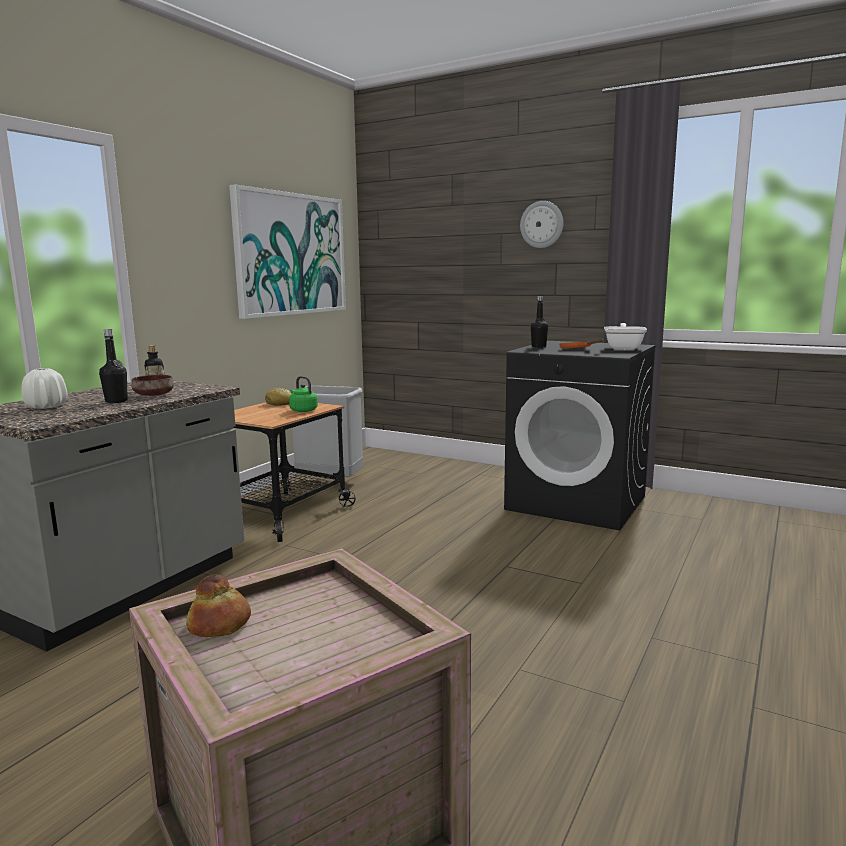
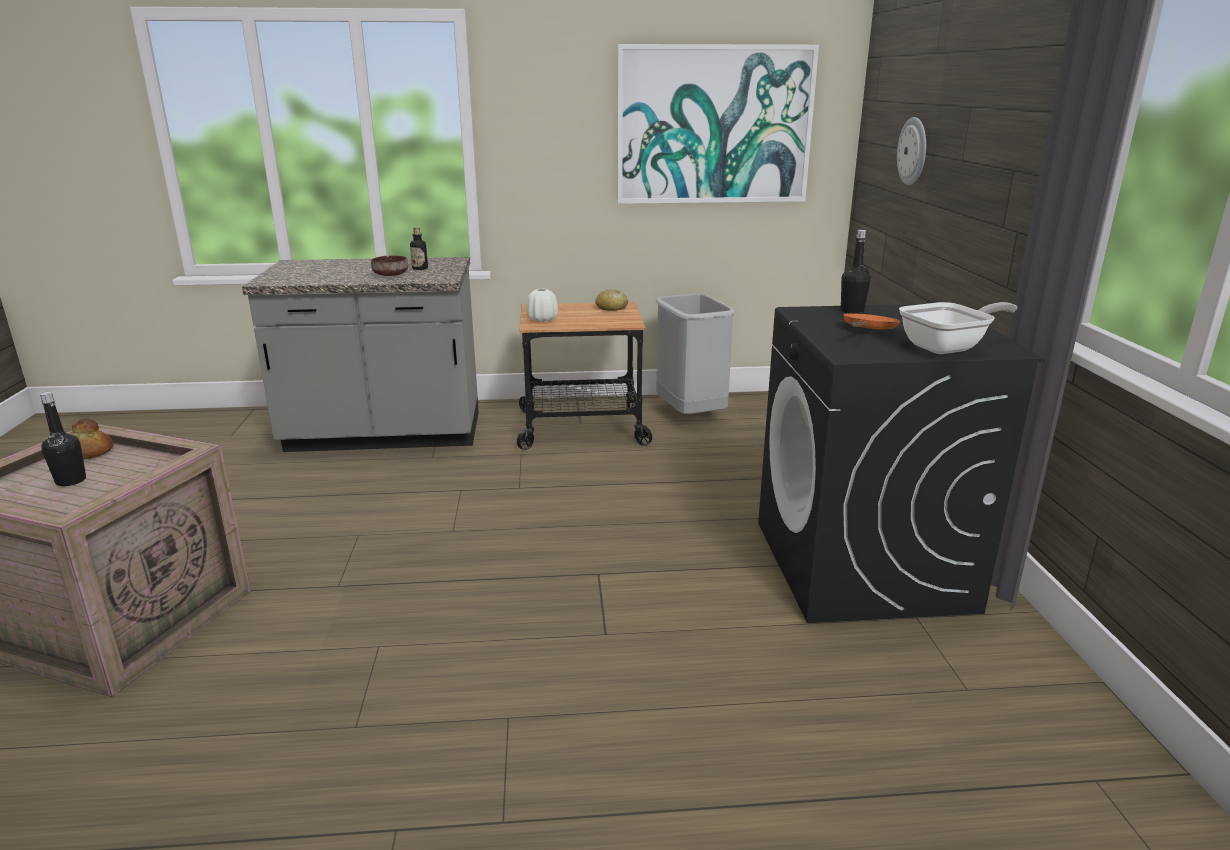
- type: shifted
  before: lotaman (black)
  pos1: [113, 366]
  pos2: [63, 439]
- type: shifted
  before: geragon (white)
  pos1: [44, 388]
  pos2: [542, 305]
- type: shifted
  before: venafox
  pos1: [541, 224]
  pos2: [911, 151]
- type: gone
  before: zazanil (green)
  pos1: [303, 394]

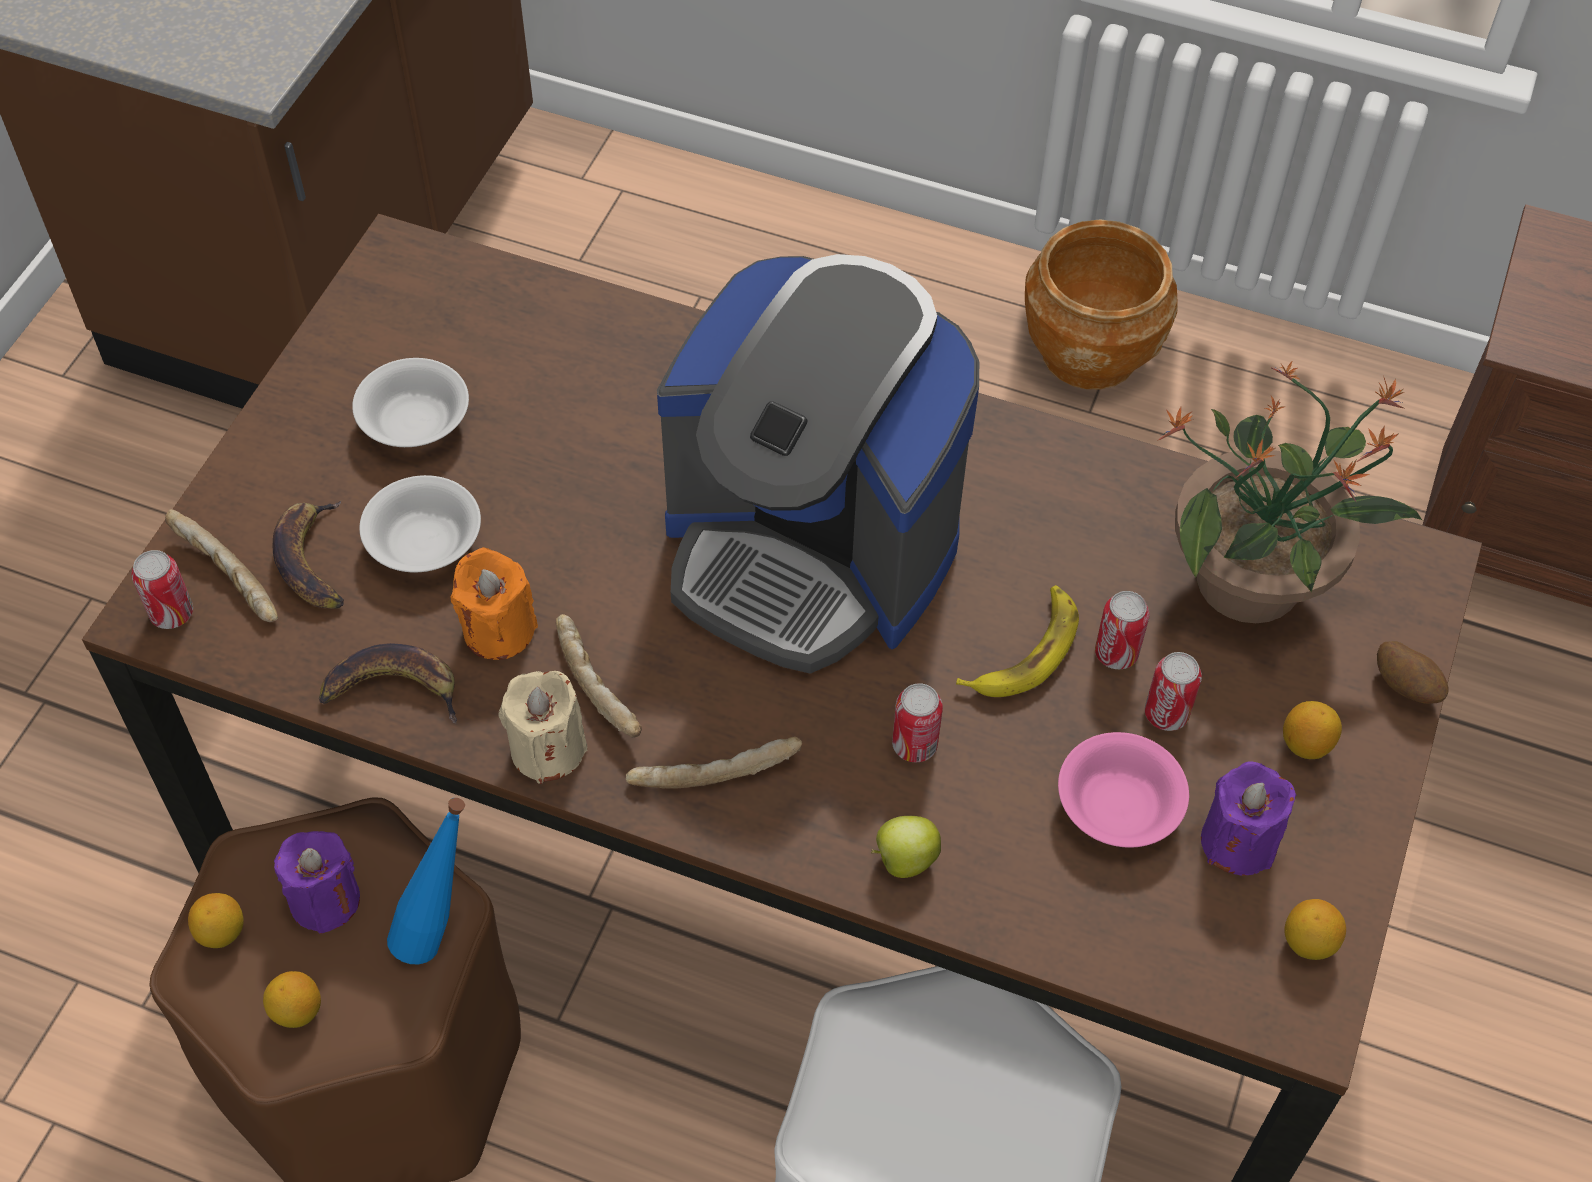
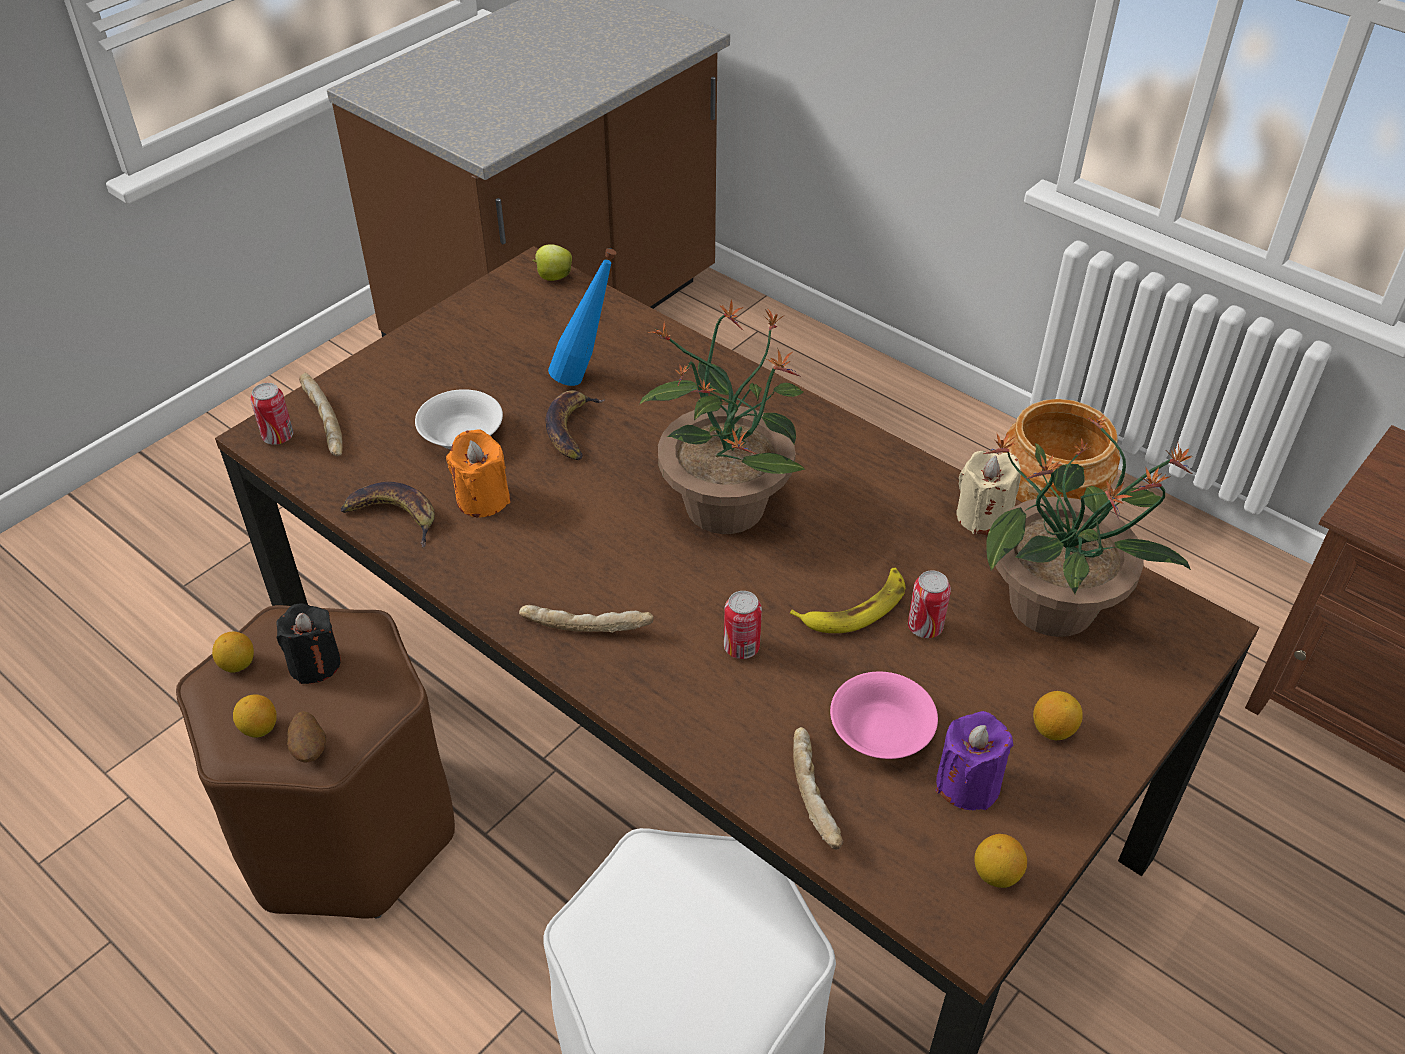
- type: repainted
  before: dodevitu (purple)
  after: dodevitu (black)
  pos1: [317, 882]
  pos2: [309, 643]
- type: shifted
  before: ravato
  pos1: [1412, 672]
  pos2: [306, 736]
- type: shifted
  before: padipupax
  pos1: [906, 847]
  pos2: [552, 262]
- type: shifted
  before: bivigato
  pos1: [308, 555]
  pos2: [575, 425]
- type: shifted
  before: lotaman (blue)
  pos1: [426, 881]
  pos2: [582, 317]
- type: swapped
  before: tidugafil
  after: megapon
  pos1: [818, 464]
  pos2: [722, 416]
- type: shifted
  before: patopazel
  pos1: [599, 675]
  pos2: [818, 788]
- type: shifted
  before: dodevitu (beige)
  pos1: [543, 727]
  pos2: [988, 492]
- type: gone
  before: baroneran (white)
  pos1: [410, 402]
- type: gone
  before: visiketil
  pos1: [1173, 691]

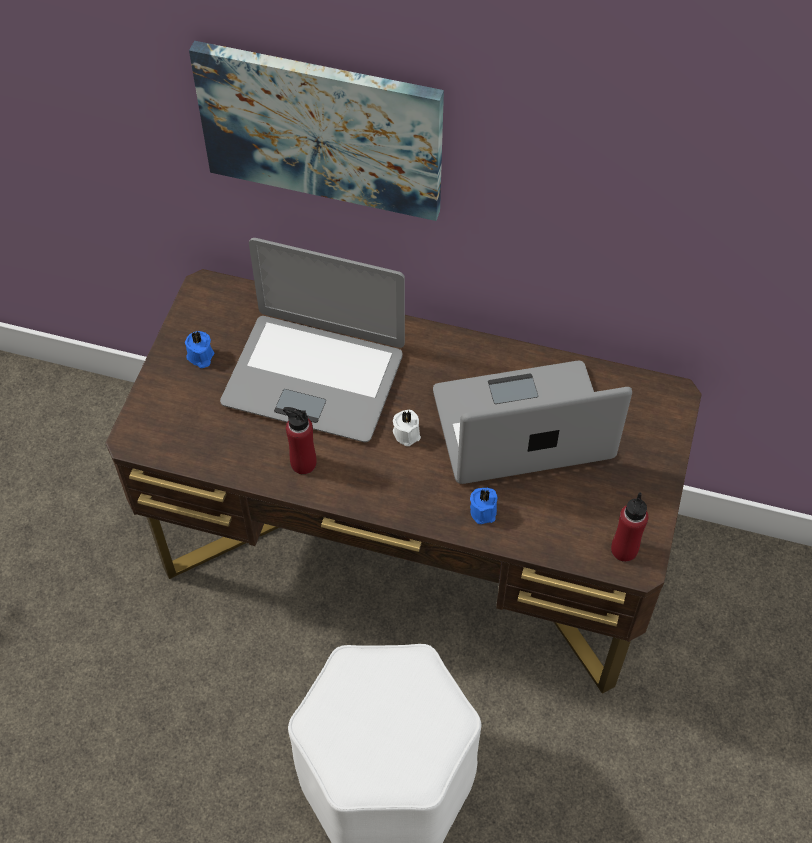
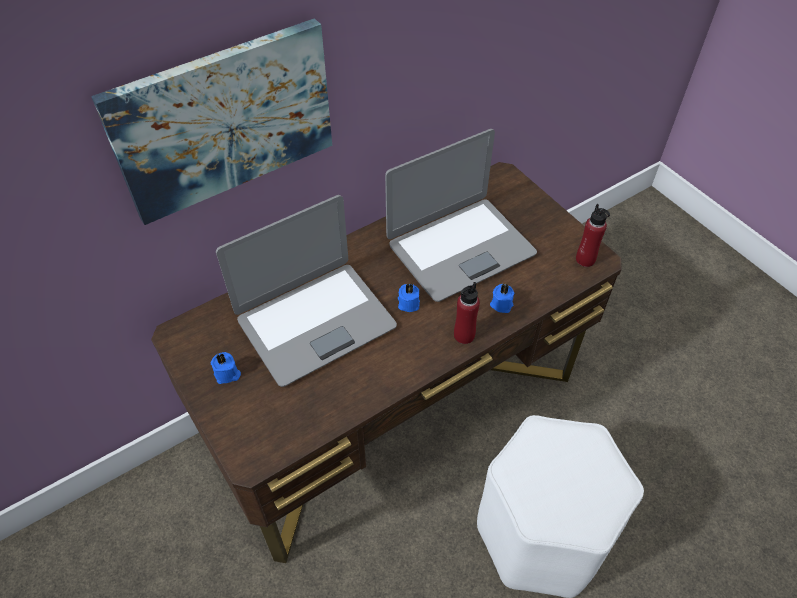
- type: rotated
  before: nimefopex
  pos1: [532, 422]
  pos2: [461, 215]
  turn: -150
- type: repainted
  before: dodevitu (white)
  after: dodevitu (blue)
  pos1: [407, 428]
  pos2: [409, 297]
- type: shifted
  before: lotaman (red)
  pos1: [300, 440]
  pos2: [467, 313]

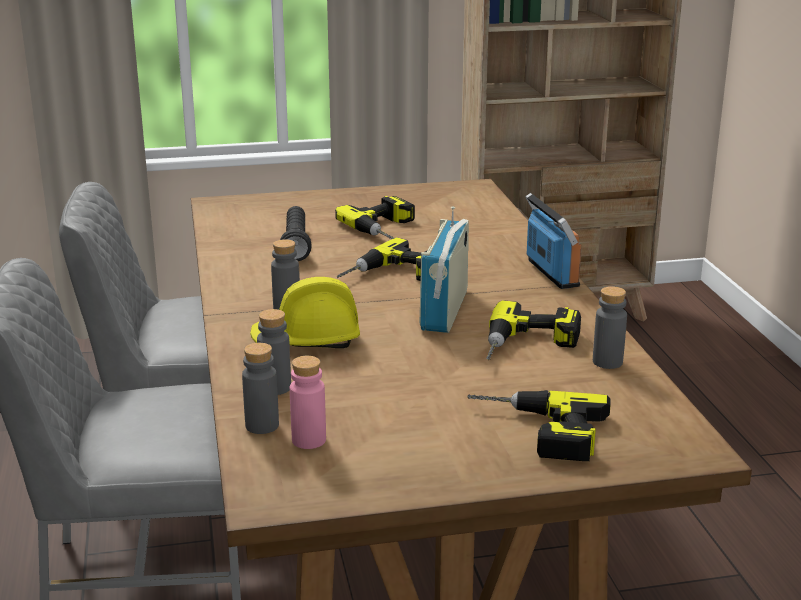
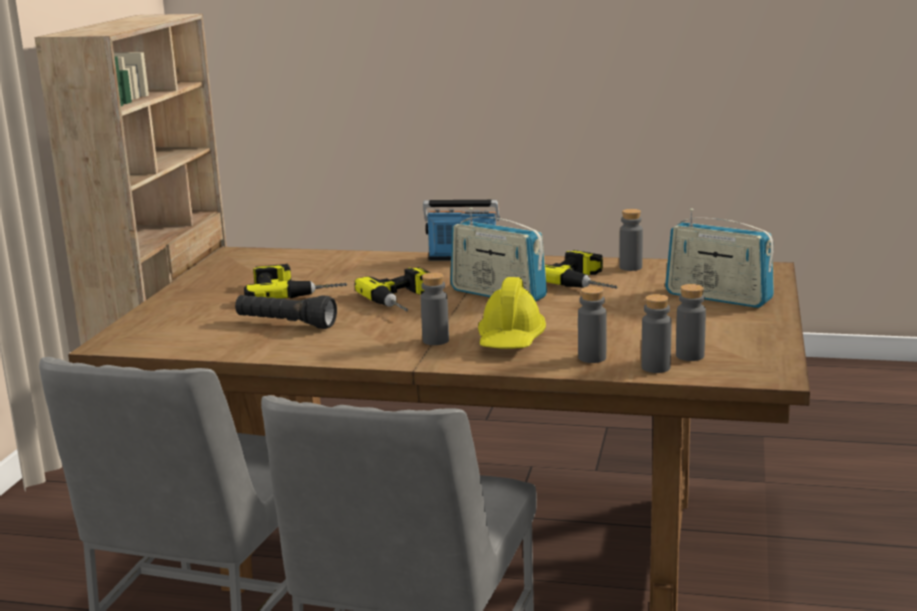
- type: swapped
  before: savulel
  after: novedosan
  pos1: [539, 425]
  pos2: [719, 258]
- type: repainted
  before: lotaman (pink)
  after: lotaman (grey)
  pos1: [308, 402]
  pos2: [691, 322]

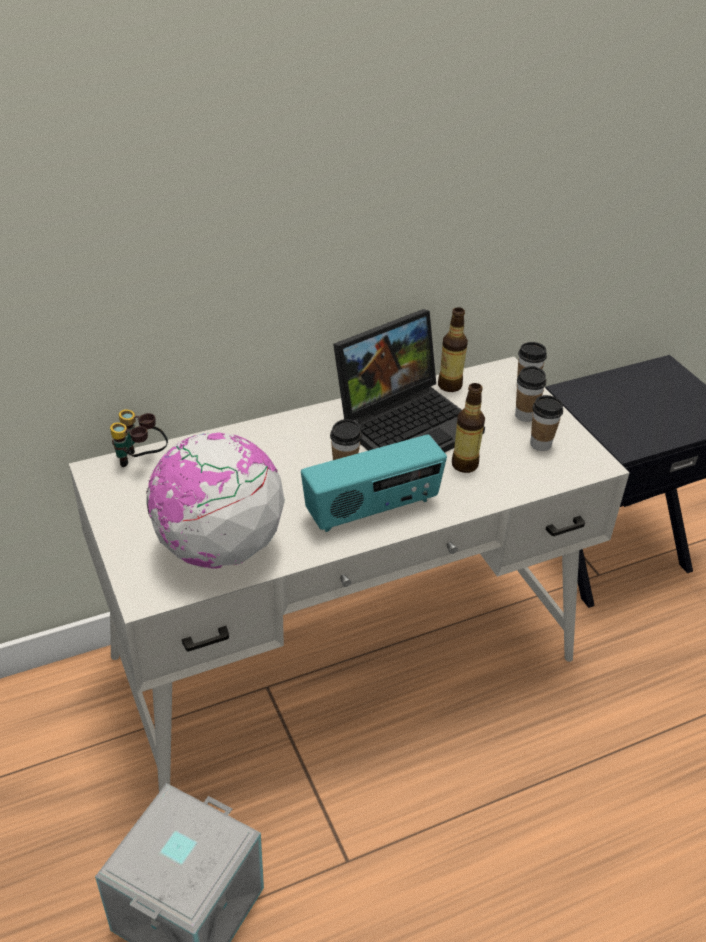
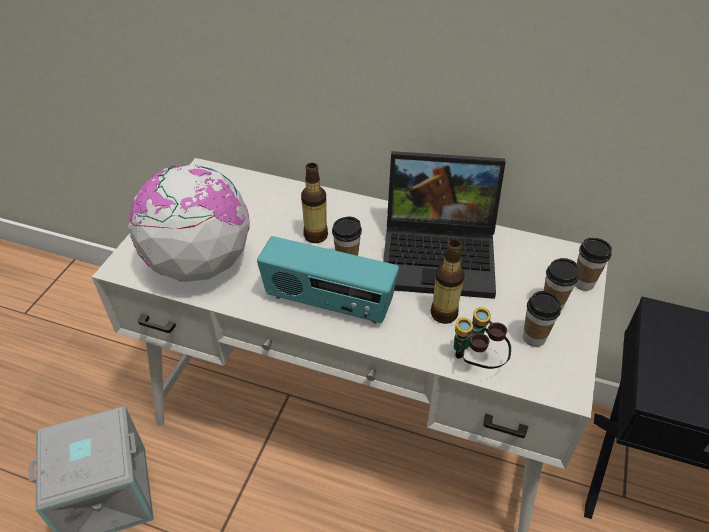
- type: shifted
  before: lotaman
  pos1: [453, 349]
  pos2: [314, 203]
- type: shifted
  before: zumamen
  pos1: [139, 438]
  pos2: [482, 338]

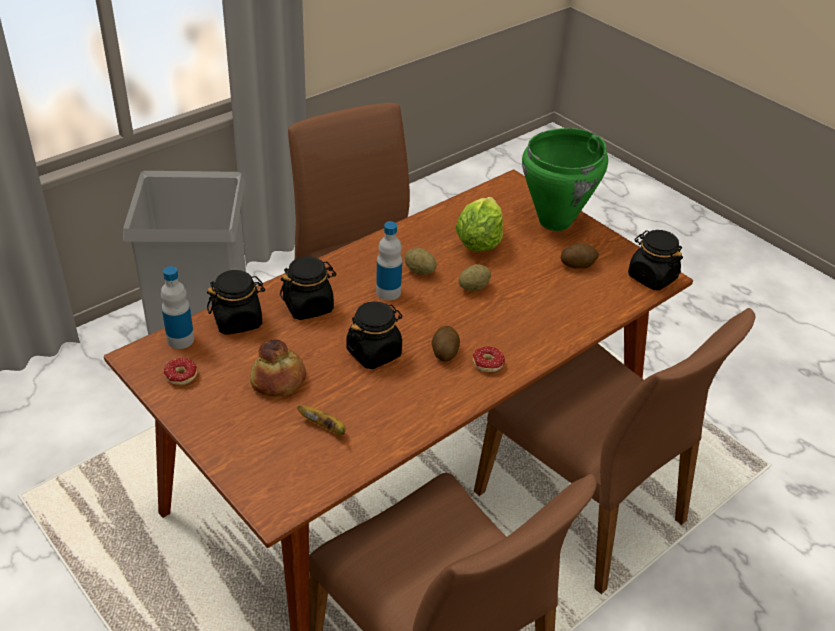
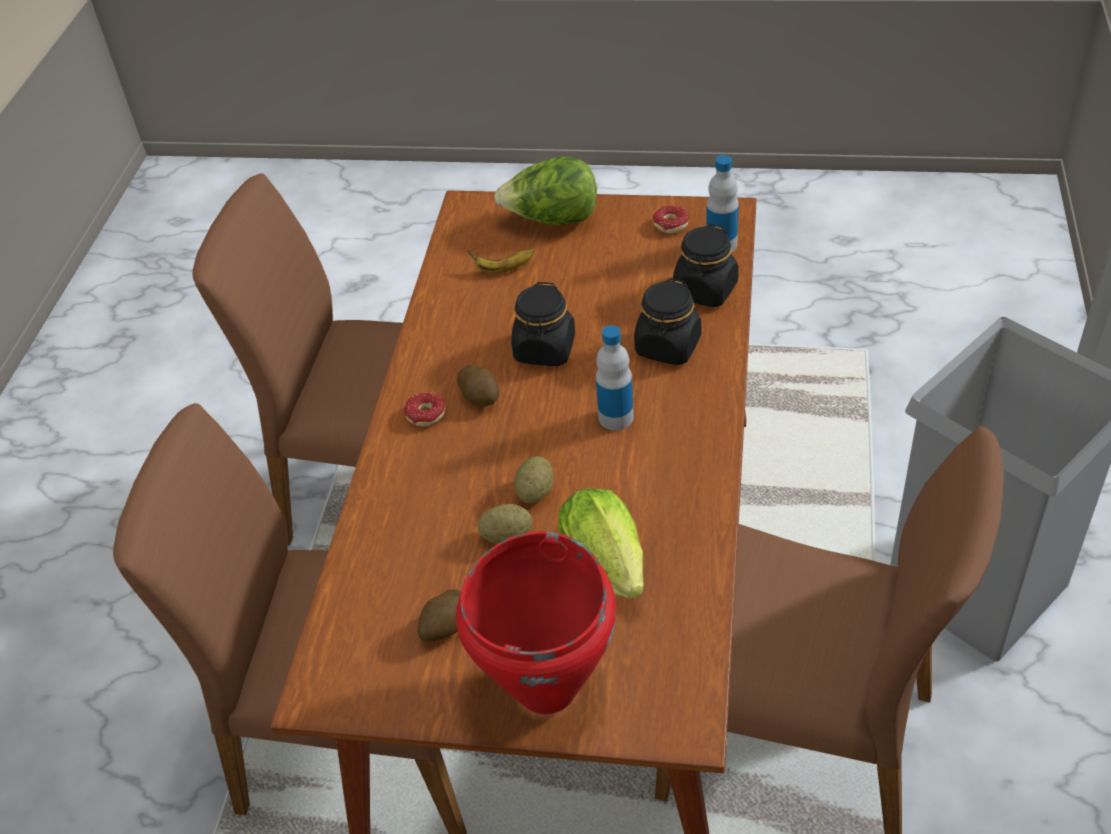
- type: repainted
  before: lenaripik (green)
  after: lenaripik (red)
  pos1: [565, 179]
  pos2: [536, 622]
- type: shifted
  before: ravato
  pos1: [421, 261]
  pos2: [505, 524]
- type: new
  after: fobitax
  pos2: [545, 191]
- type: gone
  before: patopazel
  pos1: [278, 368]
- type: gone
  before: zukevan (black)
  pos1: [655, 260]

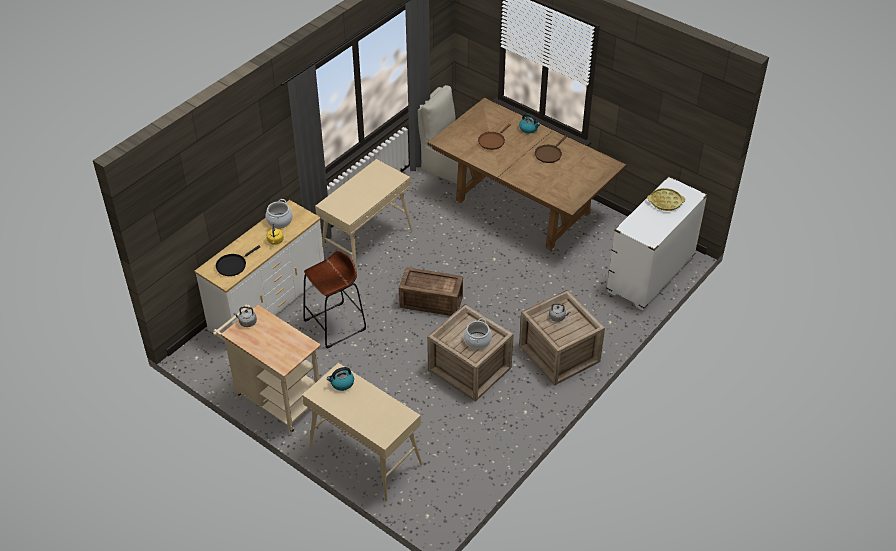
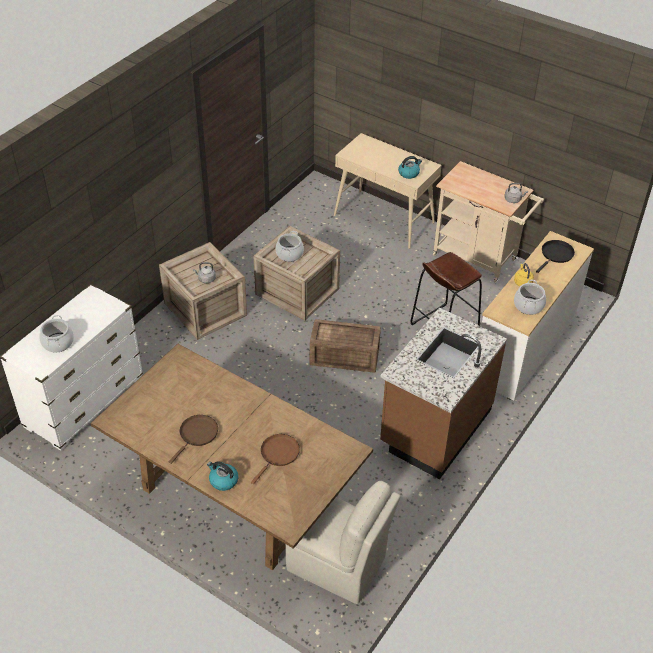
- type: swapped
  before: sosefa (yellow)
  after: lenaripik
  pos1: [666, 199]
  pos2: [56, 333]
- type: swapped
  before: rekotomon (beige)
  after: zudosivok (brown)
  pos1: [364, 218]
  pos2: [443, 393]

